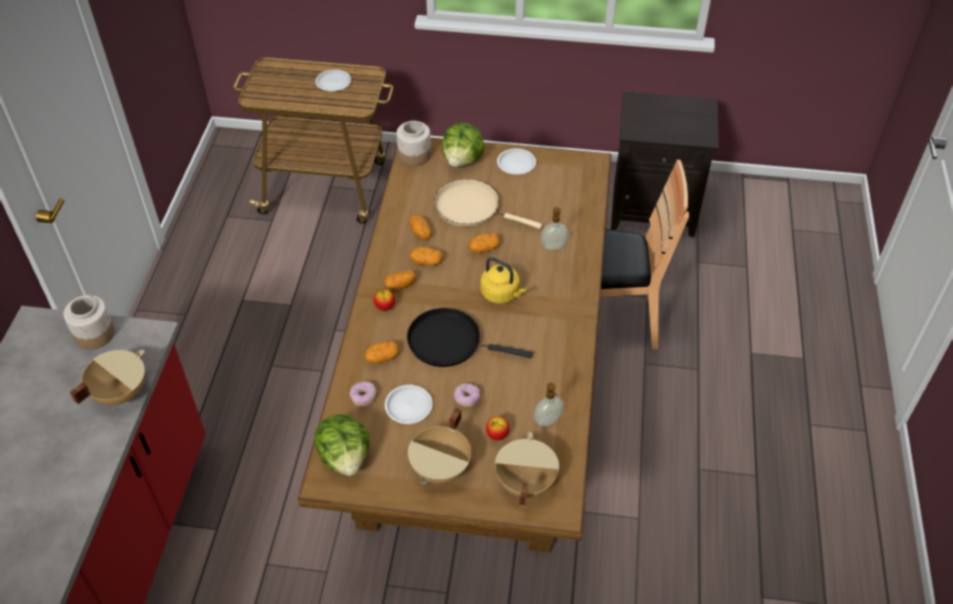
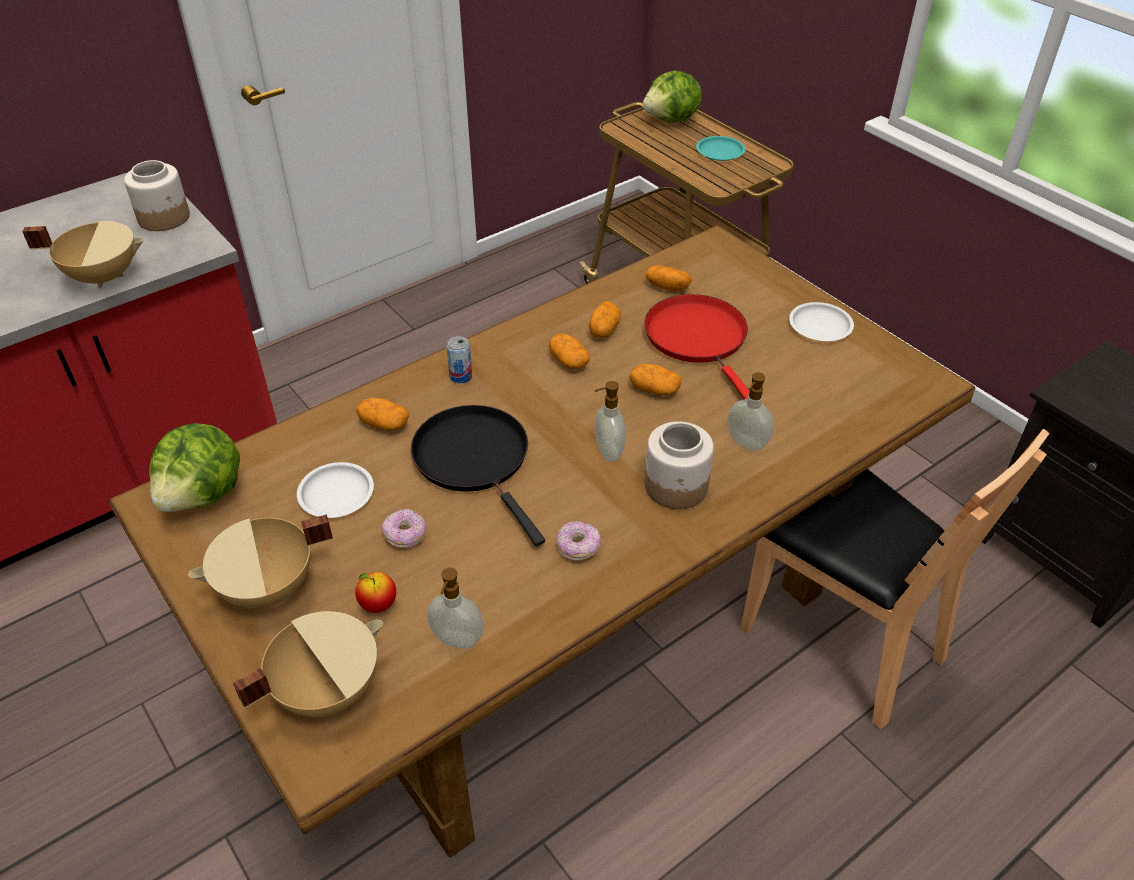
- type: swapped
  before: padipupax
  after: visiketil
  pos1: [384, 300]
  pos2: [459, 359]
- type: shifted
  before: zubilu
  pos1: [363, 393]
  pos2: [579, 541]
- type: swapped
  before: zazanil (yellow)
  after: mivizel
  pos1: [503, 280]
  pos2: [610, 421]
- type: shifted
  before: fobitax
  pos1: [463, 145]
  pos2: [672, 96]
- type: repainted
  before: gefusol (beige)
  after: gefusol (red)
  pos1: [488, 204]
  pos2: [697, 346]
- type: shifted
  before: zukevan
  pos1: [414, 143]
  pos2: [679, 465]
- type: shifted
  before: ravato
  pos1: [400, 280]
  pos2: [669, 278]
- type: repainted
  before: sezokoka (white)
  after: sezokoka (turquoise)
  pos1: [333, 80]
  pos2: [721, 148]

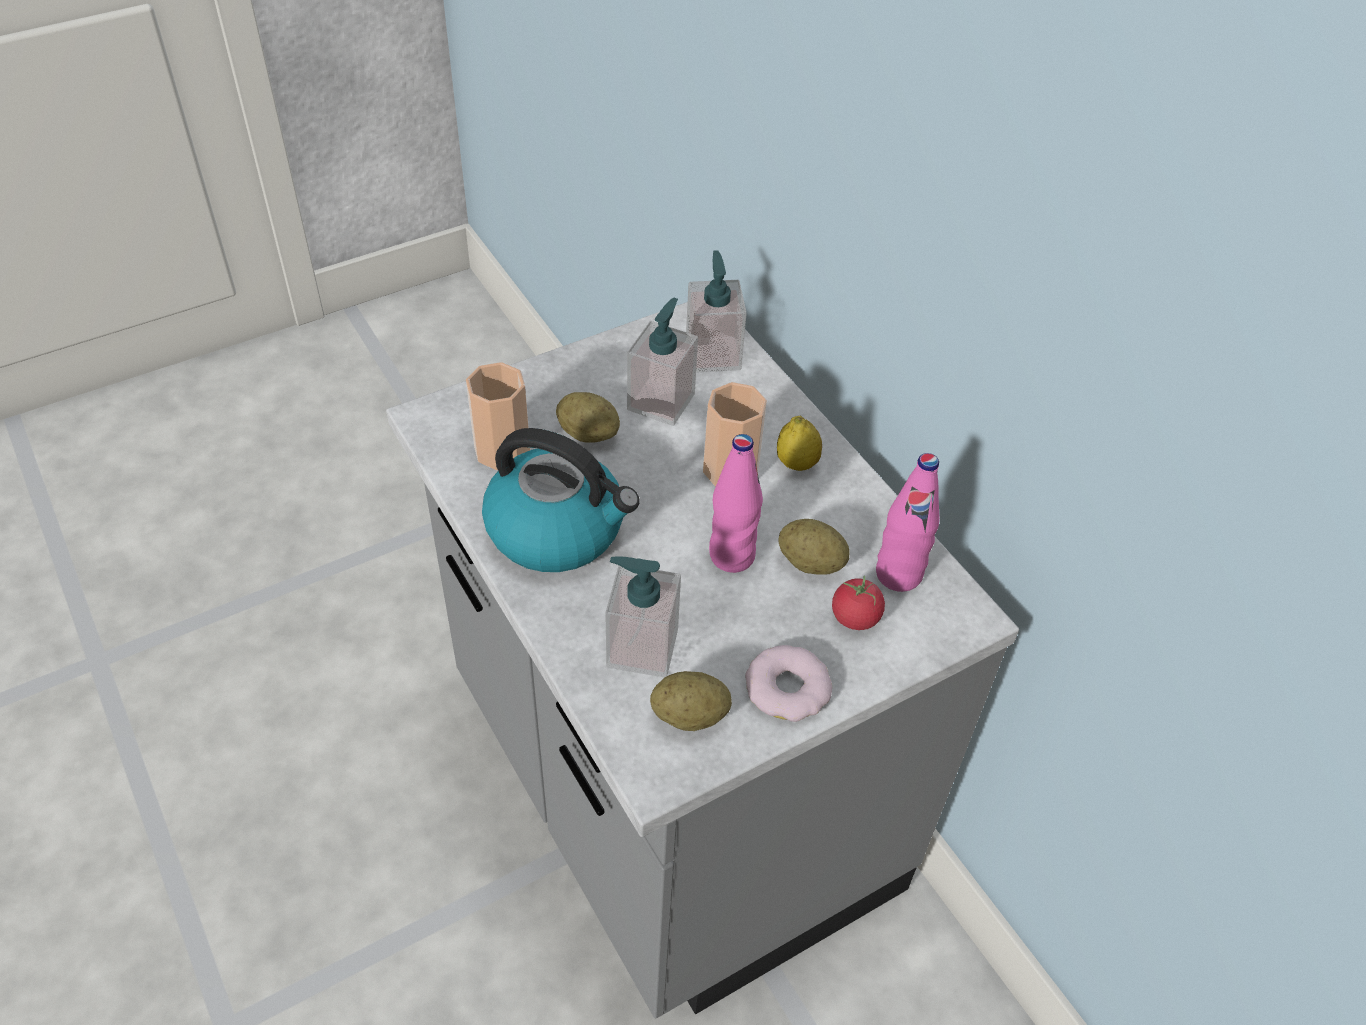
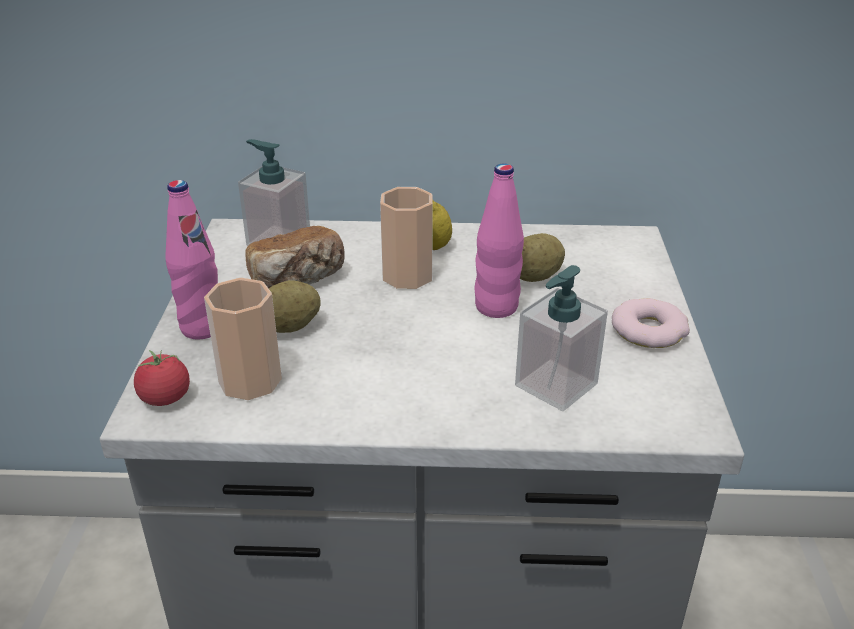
- type: shifted
  before: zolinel
  pos1: [858, 603]
  pos2: [162, 378]
- type: shifted
  before: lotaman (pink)
  pos1: [908, 522]
  pos2: [191, 259]
- type: swapped
  before: mivizel
  after: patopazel
  pos1: [662, 362]
  pos2: [295, 257]
- type: gone
  before: zazanil
  pos1: [561, 500]
- type: gone
  before: ravato
  pos1: [691, 701]

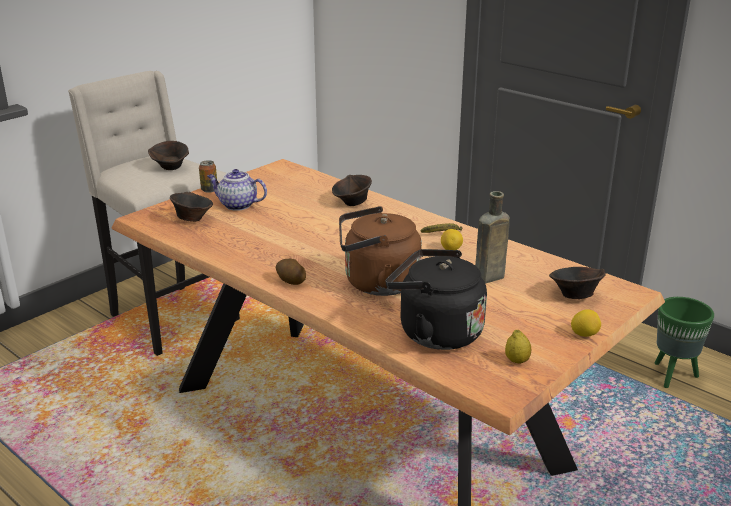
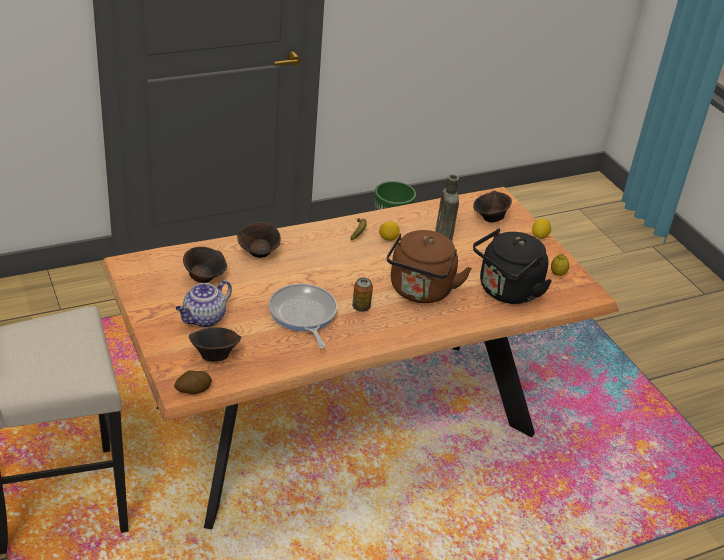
- type: shifted
  before: ravato
  pos1: [291, 272]
  pos2: [193, 382]
- type: shifted
  before: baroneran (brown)
  pos1: [168, 155]
  pos2: [205, 265]
- type: new
  after: gefusol
  pos2: [303, 316]
- type: shifted
  before: visiketil
  pos1: [208, 176]
  pos2: [362, 295]

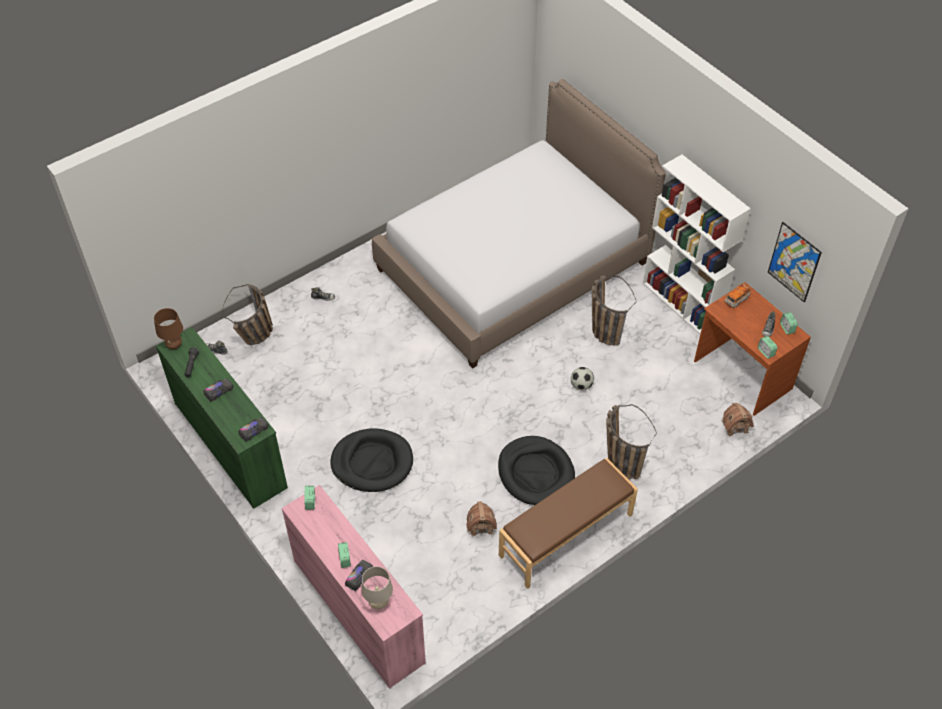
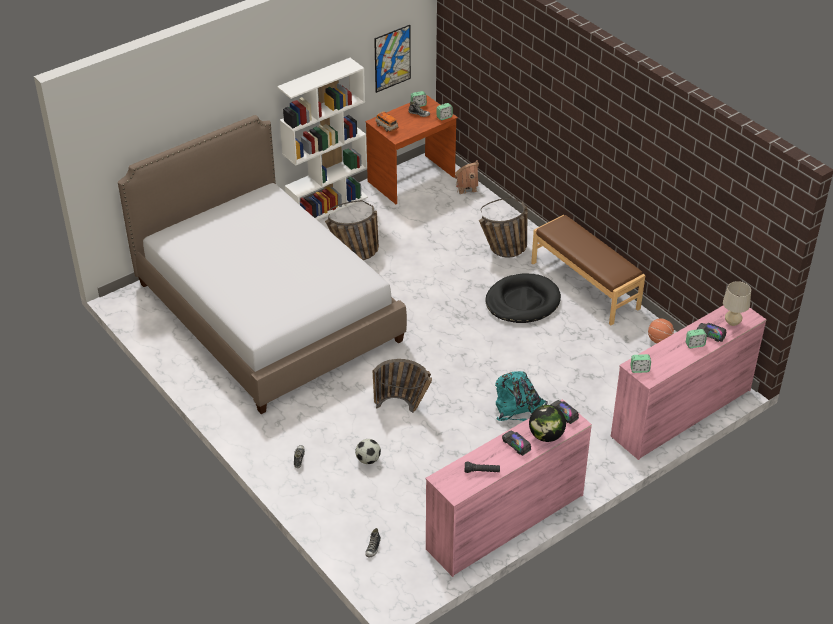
- type: shifted
  before: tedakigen
  pos1: [582, 378]
  pos2: [368, 451]
- type: shifted
  before: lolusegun
  pos1: [247, 314]
  pos2: [402, 386]
- type: repainted
  before: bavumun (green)
  after: bavumun (pink)
  pos1: [222, 418]
  pos2: [508, 488]
- type: swapped
  before: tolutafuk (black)
  after: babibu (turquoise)
  pos1: [371, 460]
  pos2: [521, 396]
- type: new
  after: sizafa
  pos2: [547, 423]
- type: new
  after: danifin
  pos2: [661, 330]
- type: gone
  before: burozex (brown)
  pos1: [168, 328]
- type: gone
  before: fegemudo
  pos1: [482, 519]

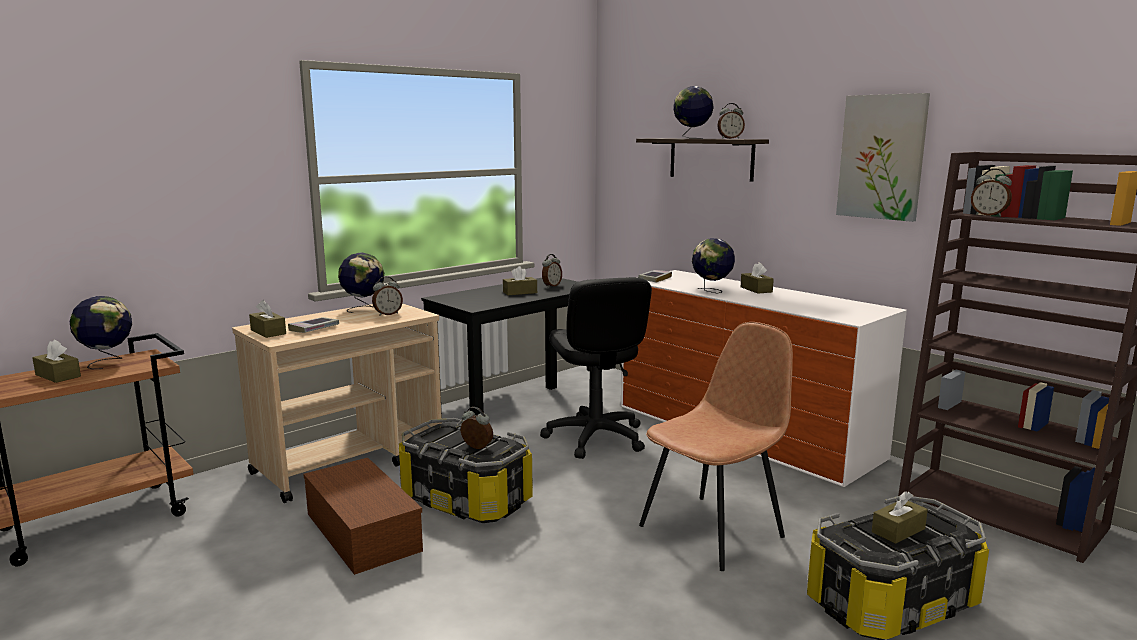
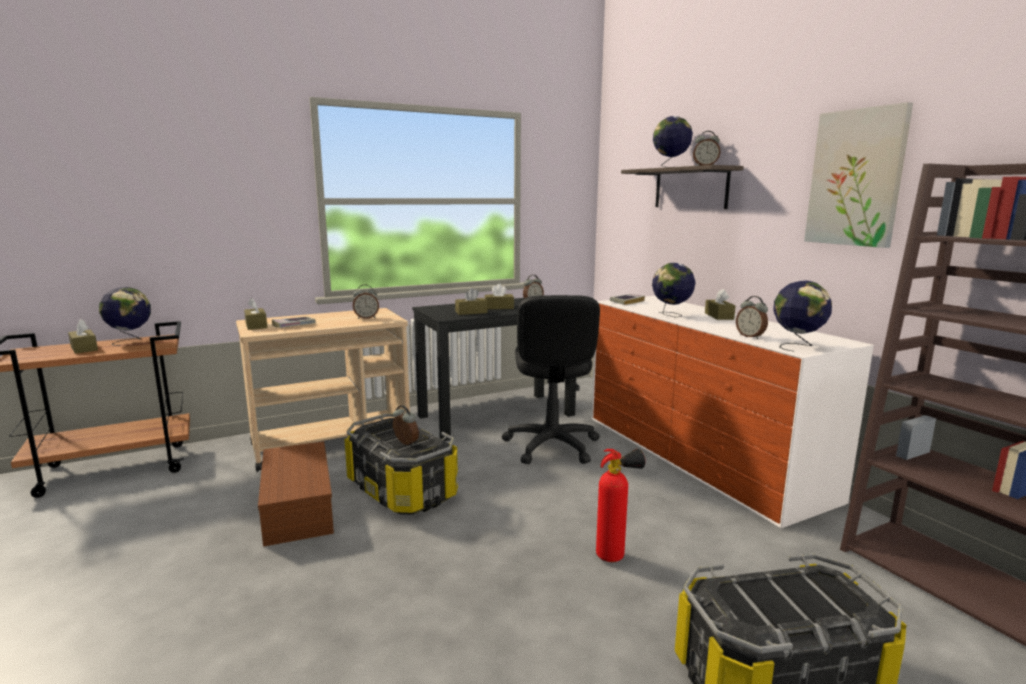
- type: shifted
  before: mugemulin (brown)
  pos1: [900, 517]
  pos2: [471, 301]
- type: swapped
  before: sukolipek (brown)
  after: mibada
  pos1: [716, 446]
  pos2: [620, 505]
- type: shifted
  before: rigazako
  pos1: [991, 193]
  pos2: [752, 317]
- type: shifted
  before: sizafa
  pos1: [361, 283]
  pos2: [802, 316]

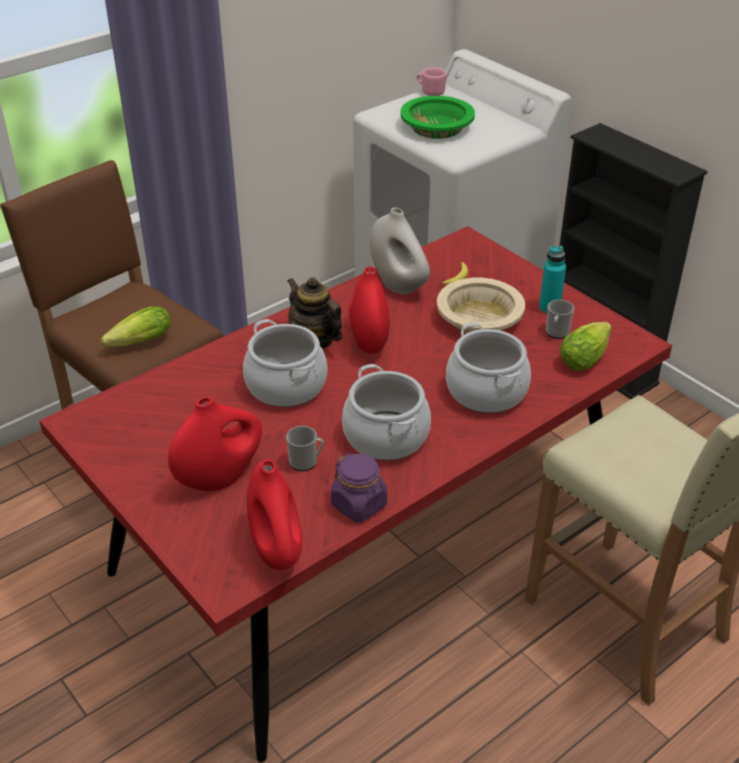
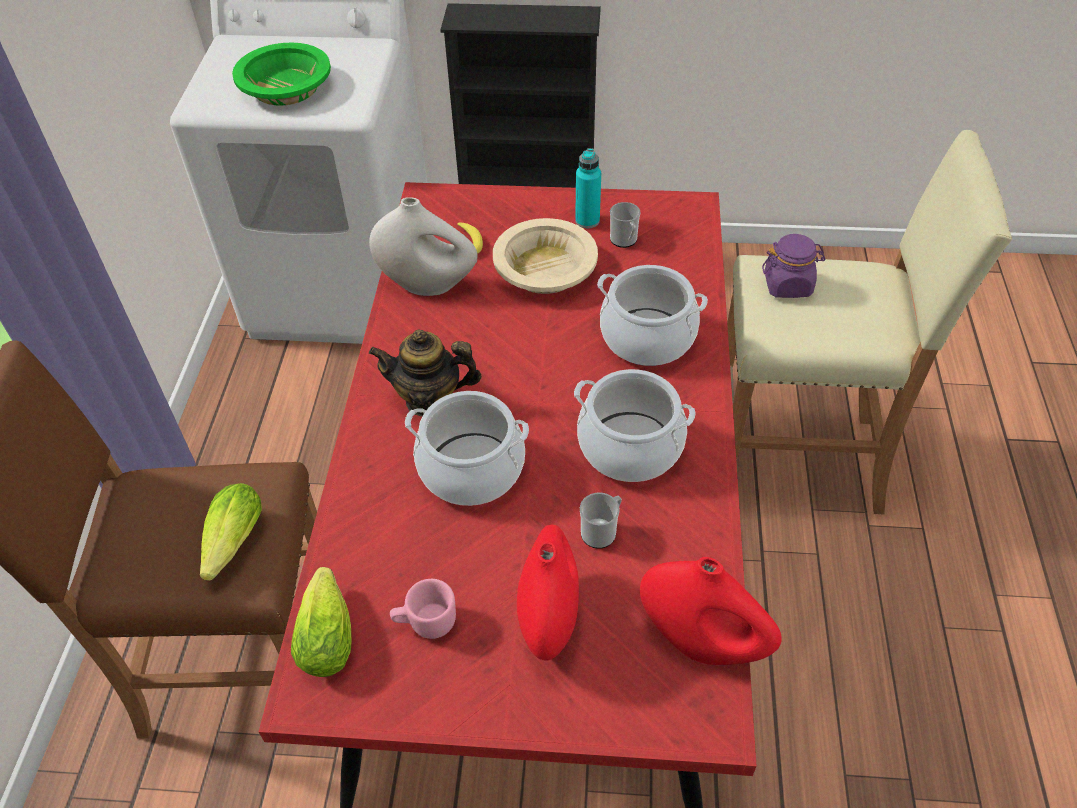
- type: shifted
  before: fobitax
  pos1: [586, 346]
  pos2: [321, 622]
- type: shifted
  before: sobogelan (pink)
  pos1: [432, 81]
  pos2: [423, 609]
- type: shifted
  before: zukevan (purple)
  pos1: [359, 487]
  pos2: [794, 266]
- type: gone
  before: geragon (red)
  pos1: [369, 310]

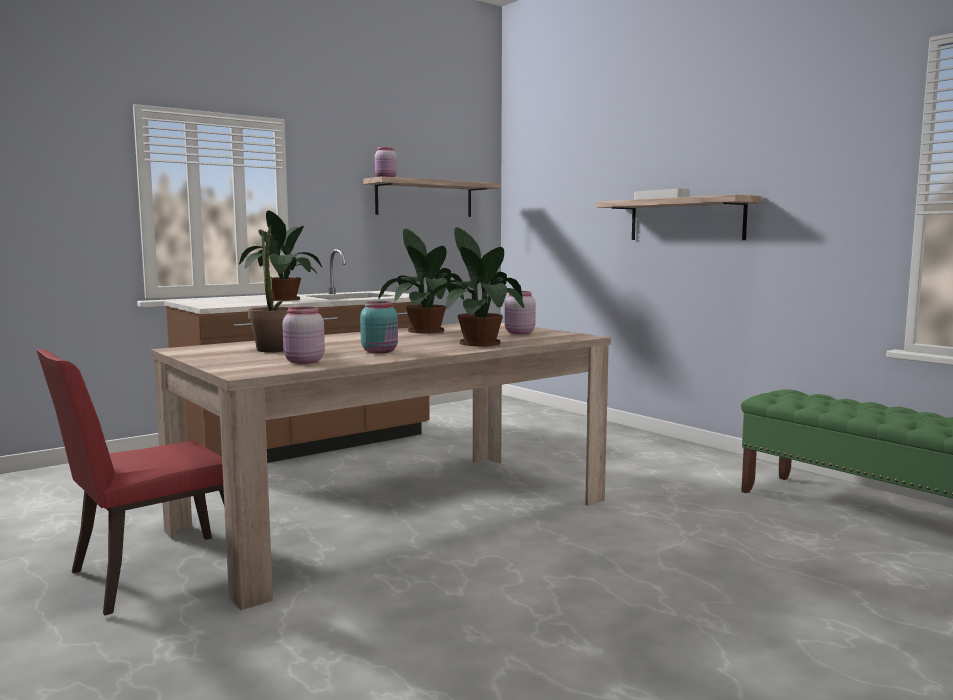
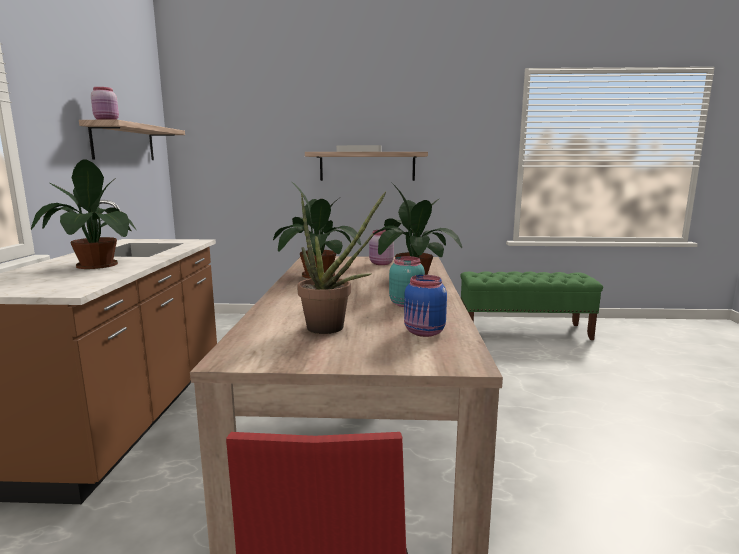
- type: repainted
  before: zukevan (pink)
  after: zukevan (blue)
  pos1: [304, 335]
  pos2: [425, 306]

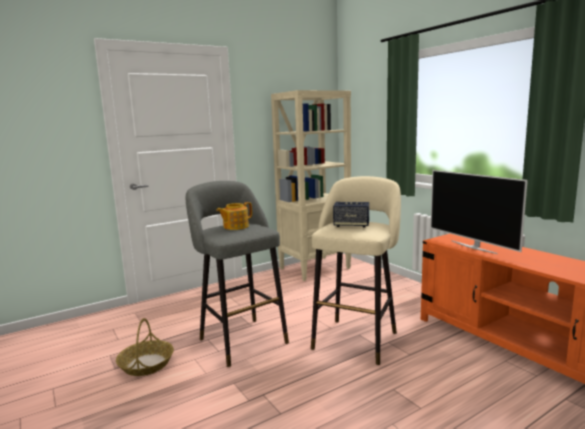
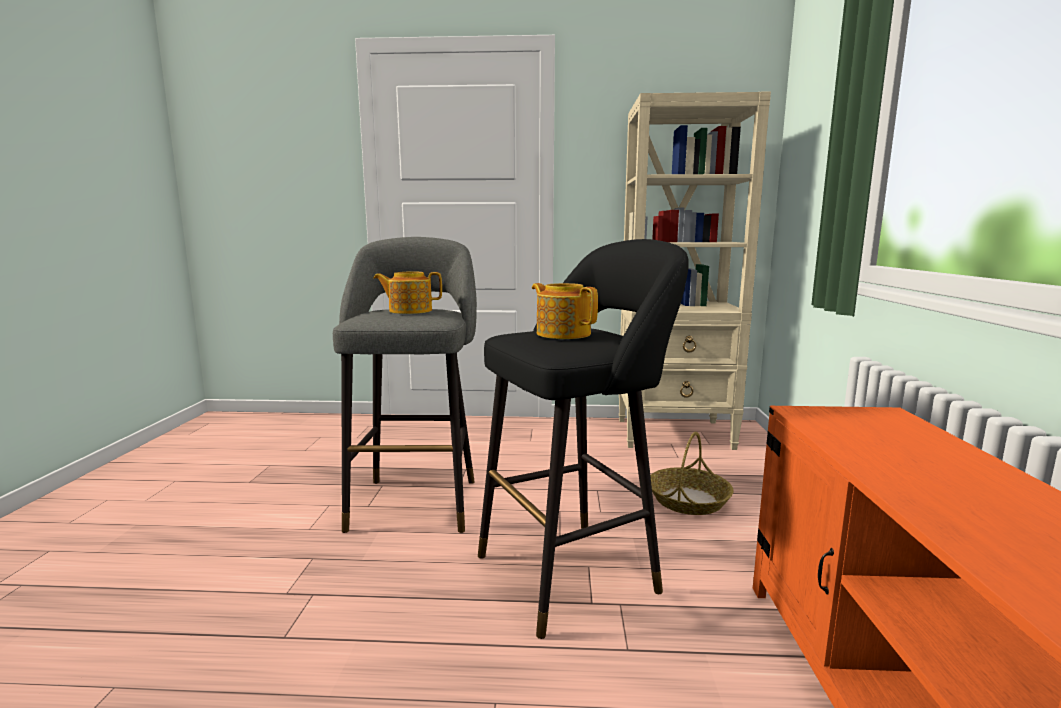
- type: repainted
  before: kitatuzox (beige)
  after: kitatuzox (black)
  pos1: [356, 270]
  pos2: [583, 439]
- type: swapped
  before: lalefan
  after: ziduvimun
  pos1: [351, 215]
  pos2: [565, 311]
- type: shifted
  before: lolusegun
  pos1: [145, 347]
  pos2: [692, 473]
- type: gone
  before: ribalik
  pos1: [479, 212]

